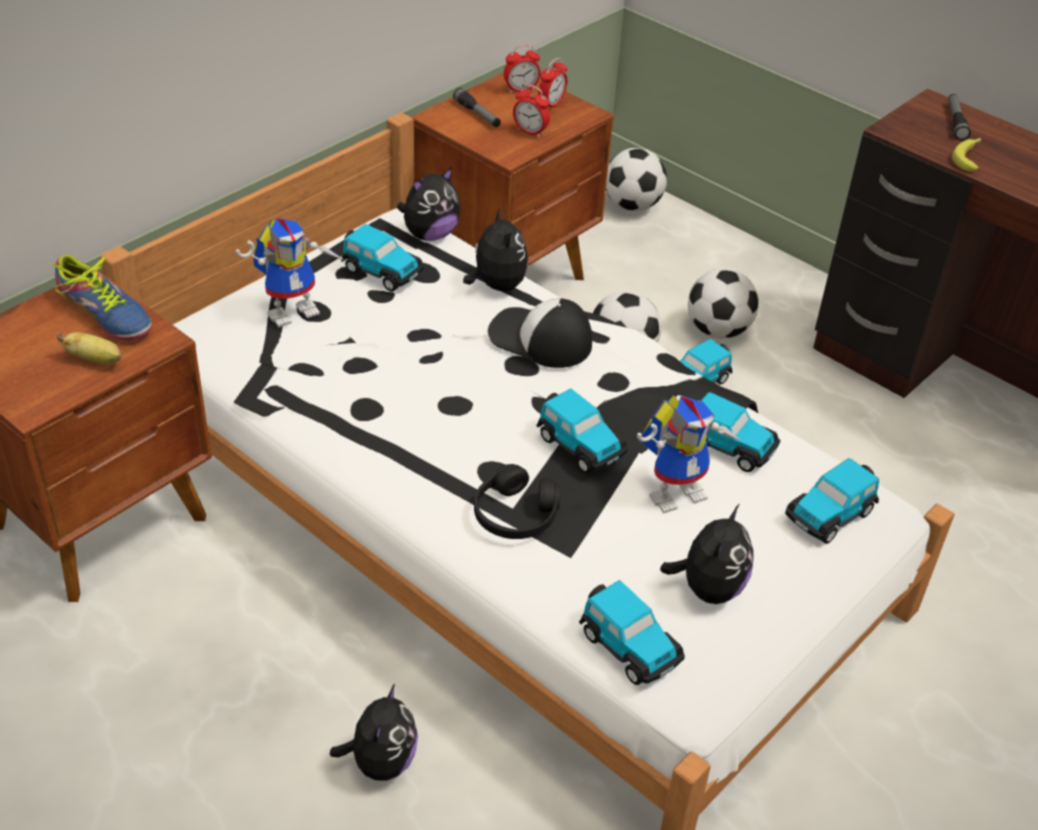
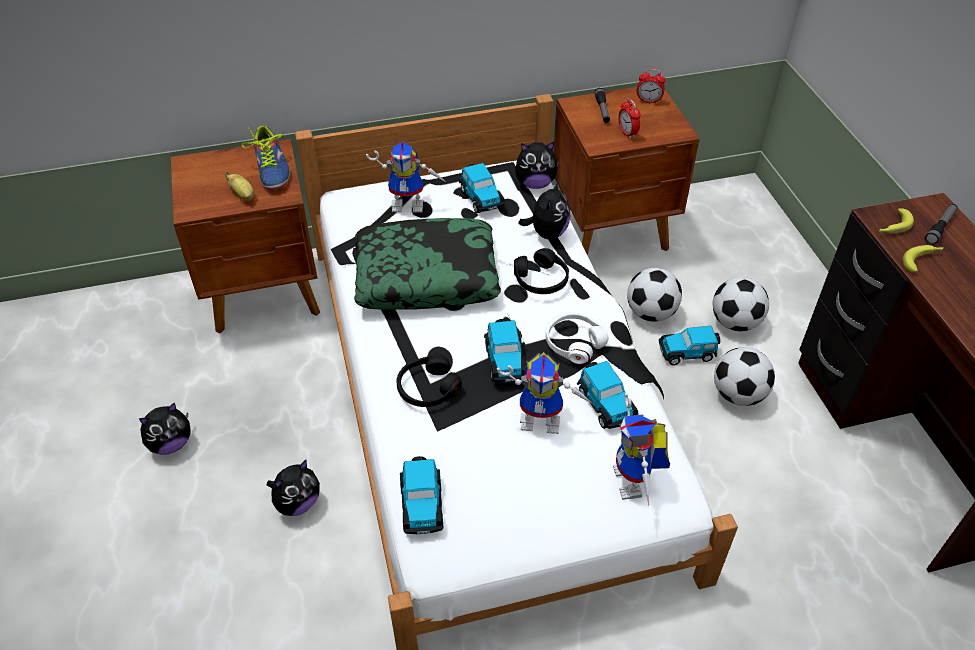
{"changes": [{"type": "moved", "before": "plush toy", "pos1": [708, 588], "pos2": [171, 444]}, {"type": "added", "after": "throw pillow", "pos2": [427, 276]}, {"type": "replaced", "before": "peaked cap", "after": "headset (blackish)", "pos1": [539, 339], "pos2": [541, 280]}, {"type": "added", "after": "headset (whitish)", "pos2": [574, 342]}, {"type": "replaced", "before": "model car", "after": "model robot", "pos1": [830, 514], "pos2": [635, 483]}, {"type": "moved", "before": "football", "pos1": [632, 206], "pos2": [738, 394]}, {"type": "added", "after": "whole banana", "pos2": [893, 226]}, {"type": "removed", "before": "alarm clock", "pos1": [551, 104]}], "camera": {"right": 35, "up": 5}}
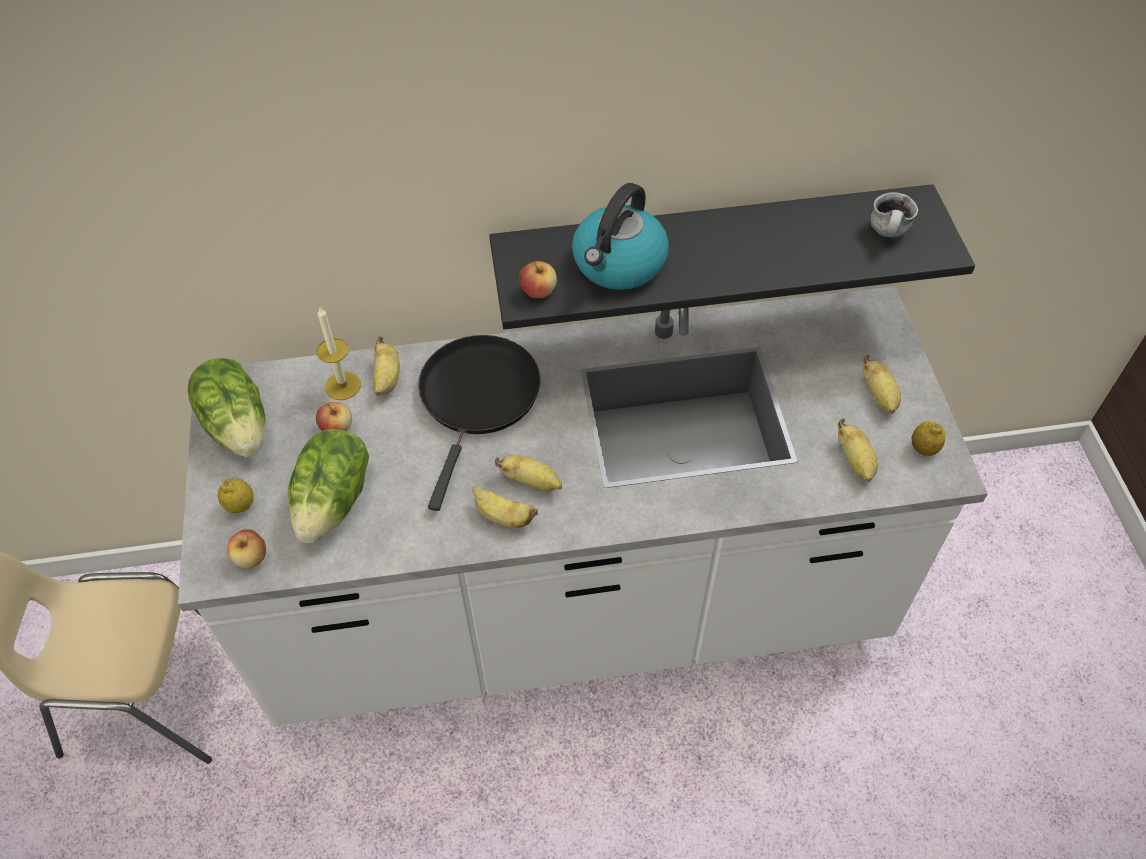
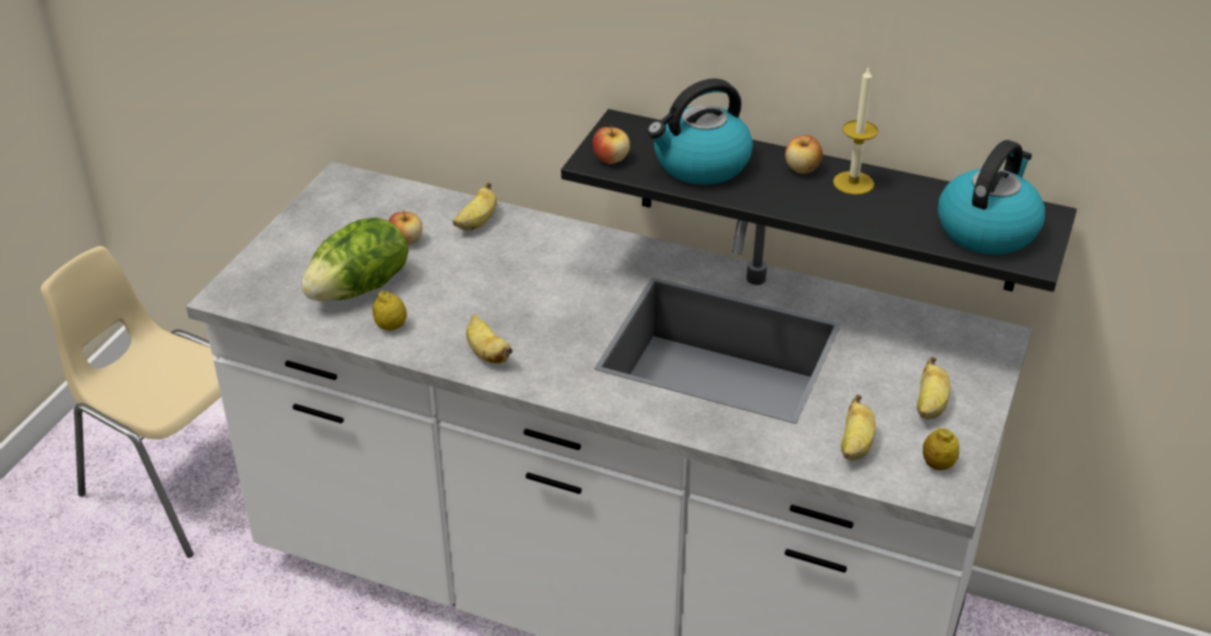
{"changes": [{"type": "moved", "before": "citrus fruit", "pos1": [240, 505], "pos2": [391, 327]}, {"type": "moved", "before": "apple", "pos1": [251, 558], "pos2": [802, 169]}, {"type": "moved", "before": "candle", "pos1": [342, 386], "pos2": [853, 183]}, {"type": "replaced", "before": "coffee mug", "after": "water kettle", "pos1": [889, 234], "pos2": [987, 229]}, {"type": "removed", "before": "head of lettuce", "pos1": [239, 425]}, {"type": "removed", "before": "frying pan (blackish)", "pos1": [478, 398]}, {"type": "removed", "before": "whole banana", "pos1": [532, 482]}], "camera": {"right": 30, "up": -15}}
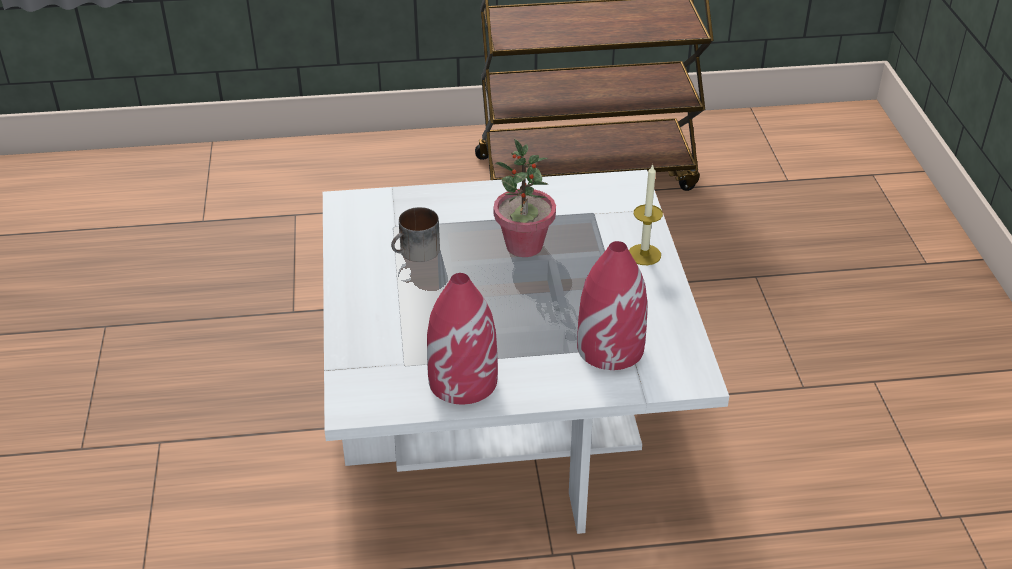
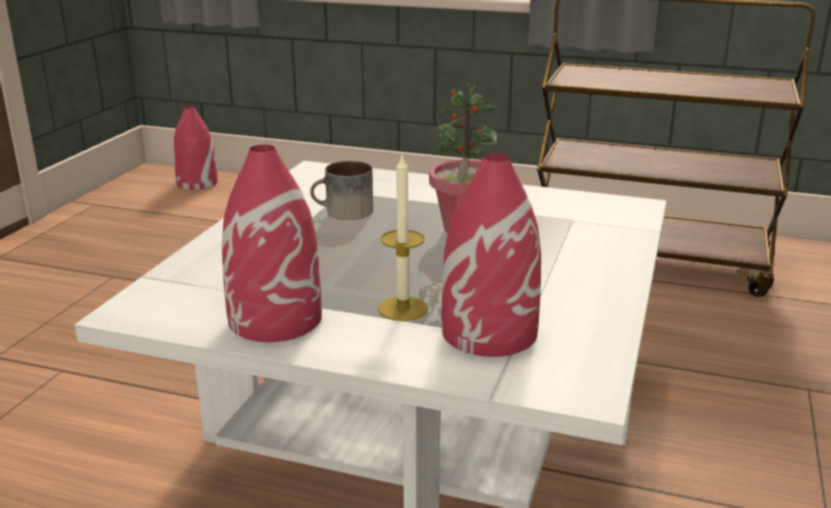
{"changes": [{"type": "added", "after": "decorative vase (red-coloured)", "pos2": [197, 183]}, {"type": "moved", "before": "candle", "pos1": [644, 254], "pos2": [403, 308]}], "camera": {"right": 25, "up": -15}}
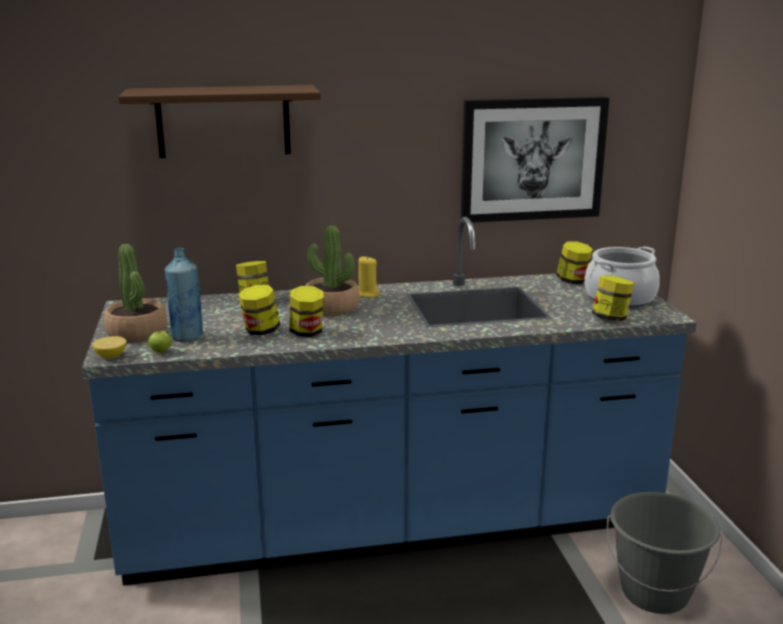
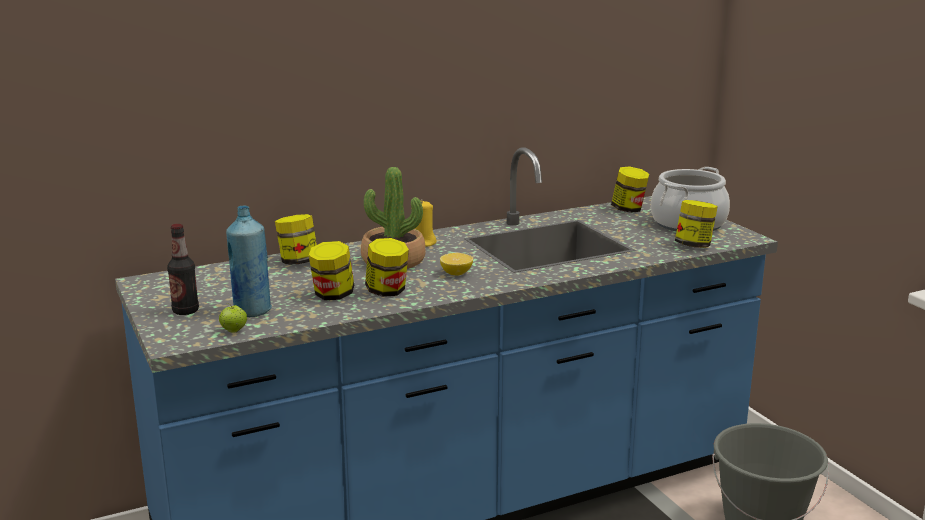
{"changes": [{"type": "replaced", "before": "houseplant", "after": "beverage bottle", "pos1": [137, 332], "pos2": [185, 311]}, {"type": "moved", "before": "citrus fruit", "pos1": [111, 356], "pos2": [456, 273]}, {"type": "removed", "before": "bracket shelf (brown)", "pos1": [223, 121]}, {"type": "removed", "before": "wall picture", "pos1": [532, 159]}], "camera": {"right": -15, "up": 0}}
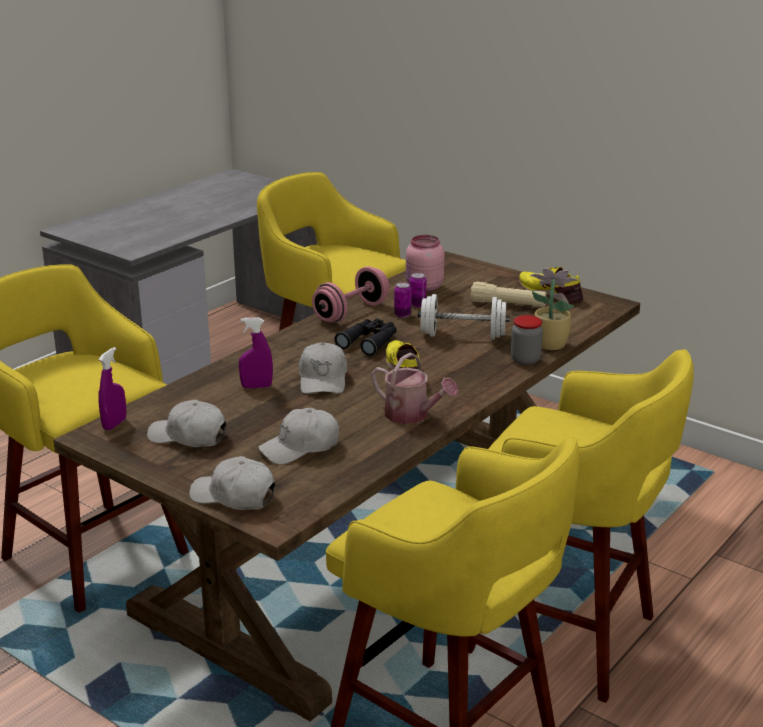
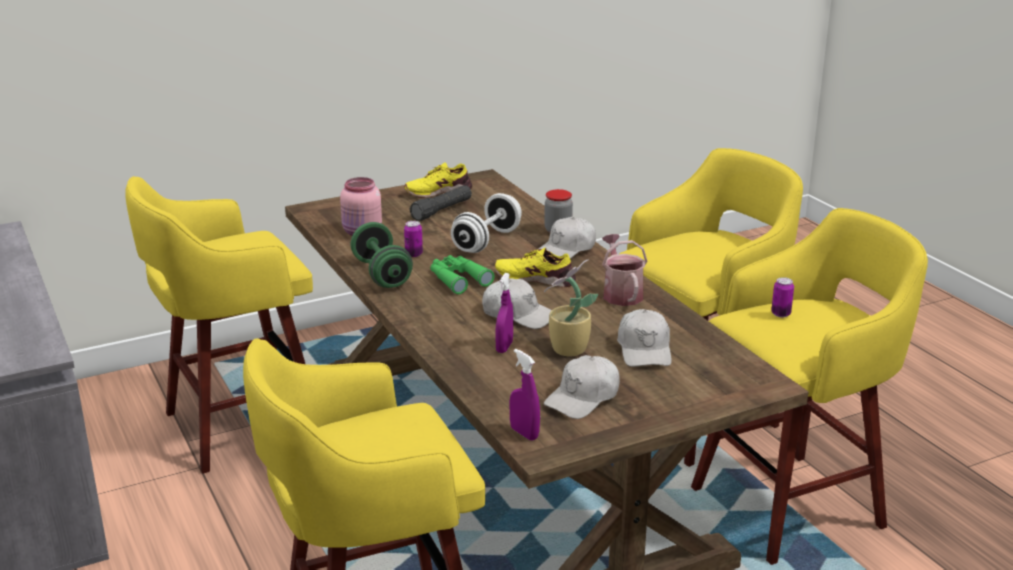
{"changes": [{"type": "recoloured", "before": "dumbbell (pink-coloured)", "after": "dumbbell (greenish)", "pos1": [351, 312], "pos2": [382, 274]}, {"type": "recoloured", "before": "torch (sand-coloured)", "after": "torch (blackish)", "pos1": [508, 304], "pos2": [442, 211]}, {"type": "recoloured", "before": "field glasses (blackish)", "after": "field glasses (greenish)", "pos1": [369, 342], "pos2": [458, 279]}, {"type": "moved", "before": "peaked cap (whitish)", "pos1": [234, 496], "pos2": [566, 250]}, {"type": "moved", "before": "houseplant", "pos1": [549, 344], "pos2": [567, 350]}, {"type": "turned", "before": "watering can", "pos1": [412, 415], "pos2": [621, 293], "turn": -75}, {"type": "moved", "before": "can", "pos1": [417, 305], "pos2": [780, 314]}], "camera": {"right": -65, "up": 0}}
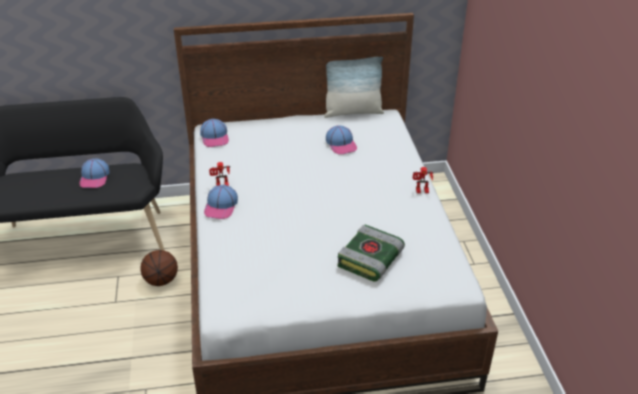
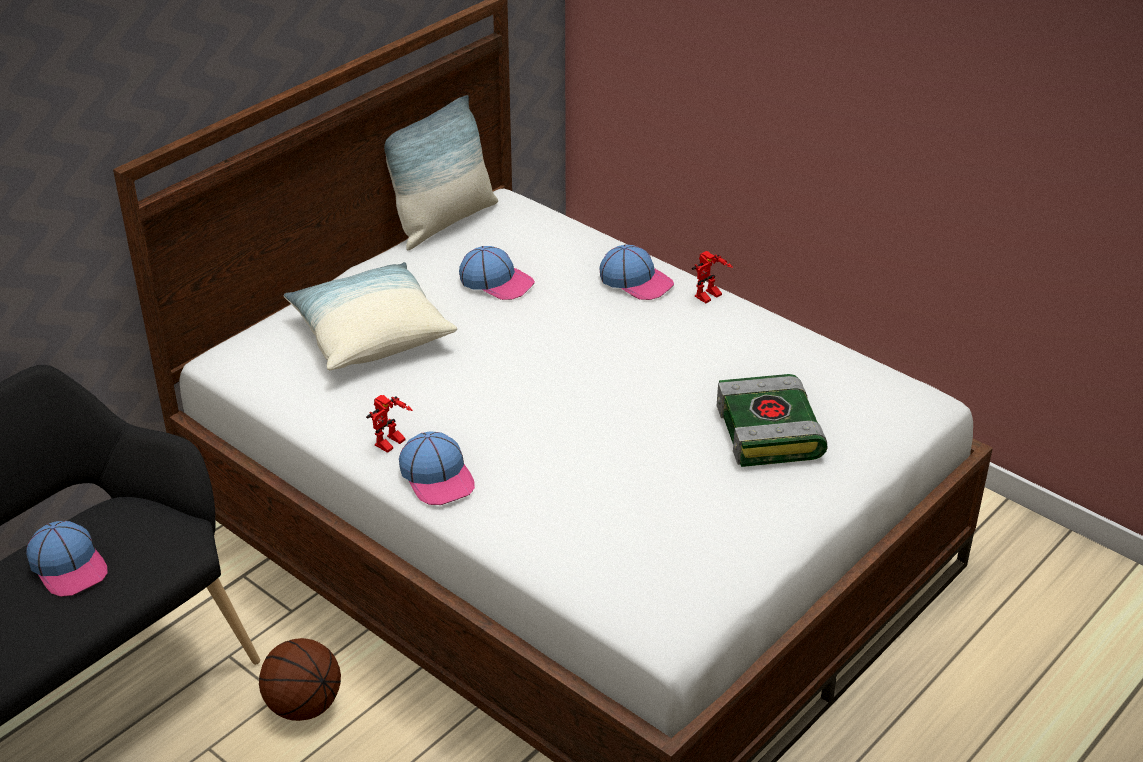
{"changes": [{"type": "added", "after": "throw pillow", "pos2": [370, 334]}, {"type": "moved", "before": "peaked cap", "pos1": [215, 137], "pos2": [636, 281]}], "camera": {"right": -40, "up": 0}}
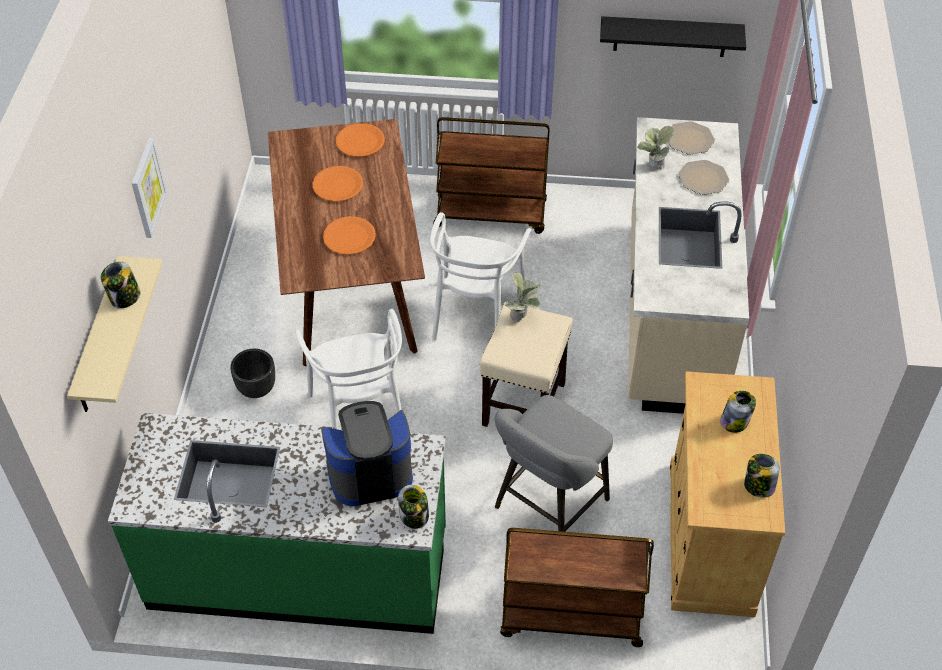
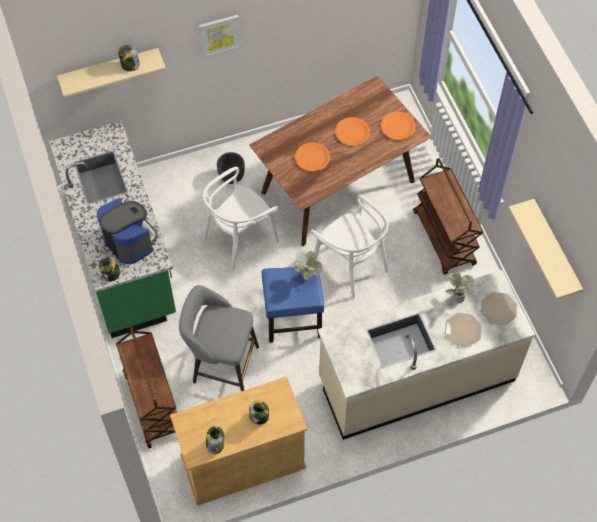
{"changes": [{"type": "recoloured", "before": "sitting stool (sand-coloured)", "after": "sitting stool (bluish)", "pos1": [523, 405], "pos2": [292, 321]}, {"type": "turned", "before": "plain chair (whitish)", "pos1": [475, 314], "pos2": [350, 265], "turn": -120}, {"type": "recoloured", "before": "bracket shelf (blackish)", "after": "bracket shelf (sand-coloured)", "pos1": [670, 36], "pos2": [555, 250]}], "camera": {"right": 65, "up": 10}}
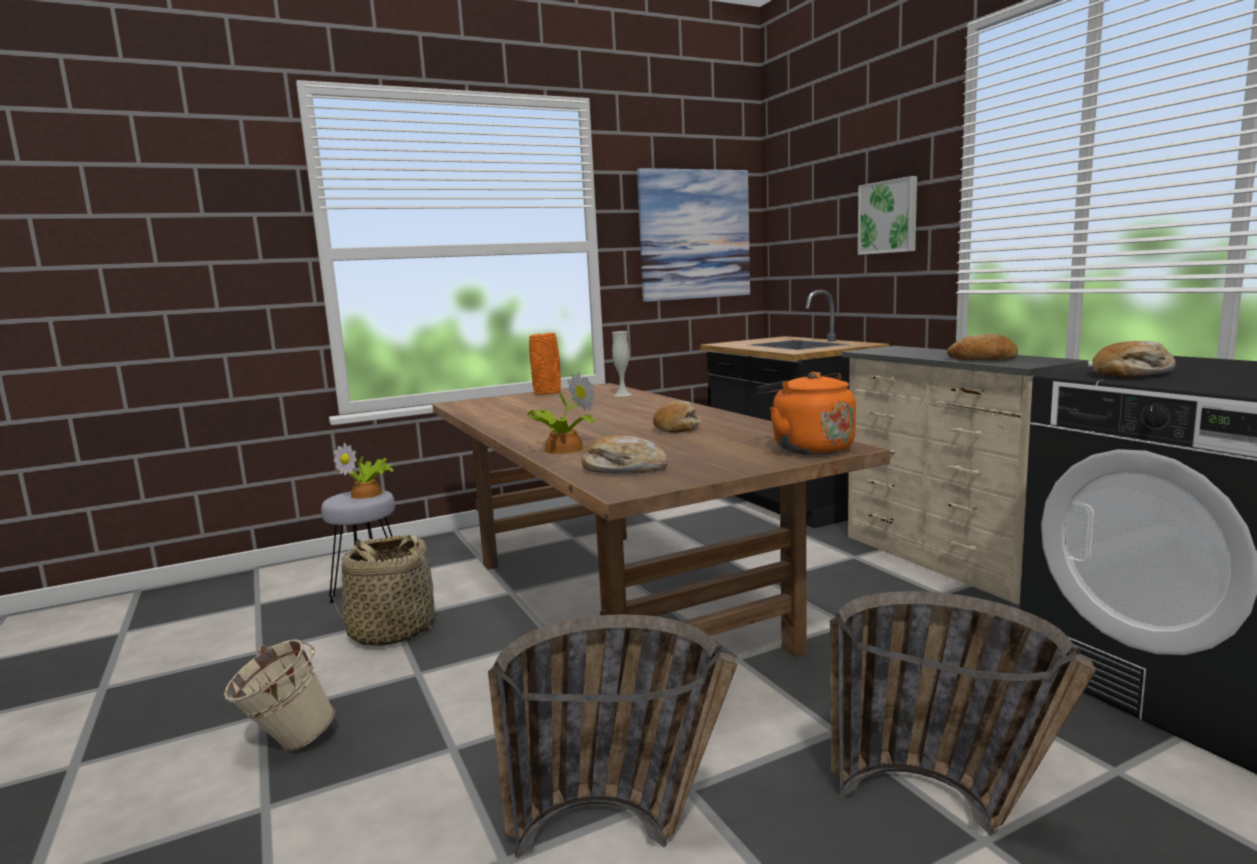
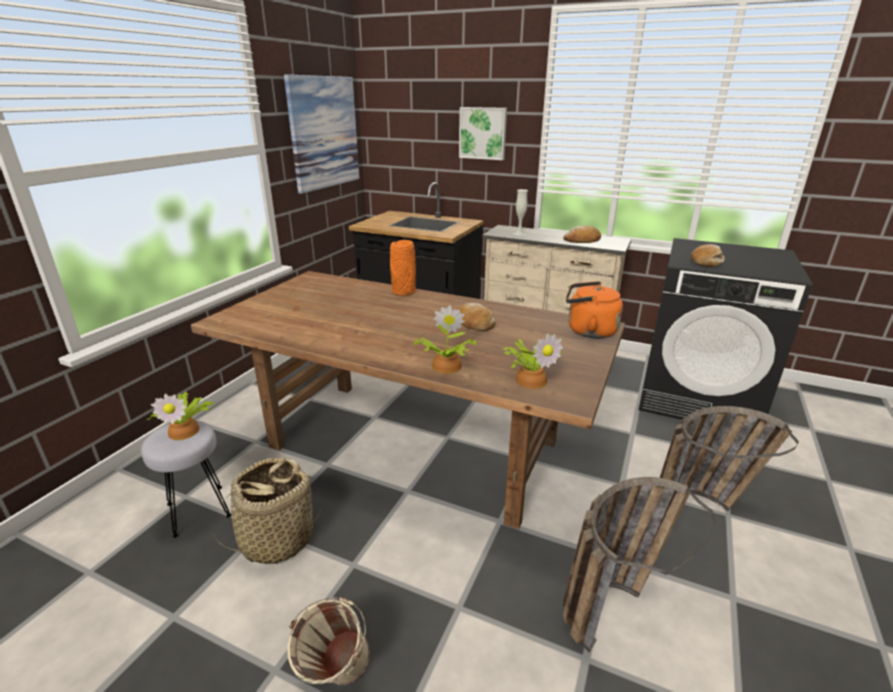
{"changes": [{"type": "moved", "before": "decorative vase (orangey)", "pos1": [547, 393], "pos2": [403, 291]}, {"type": "replaced", "before": "bread", "after": "houseplant", "pos1": [624, 469], "pos2": [531, 379]}, {"type": "moved", "before": "decorative vase (whitish)", "pos1": [622, 395], "pos2": [519, 234]}], "camera": {"right": -40, "up": 15}}
